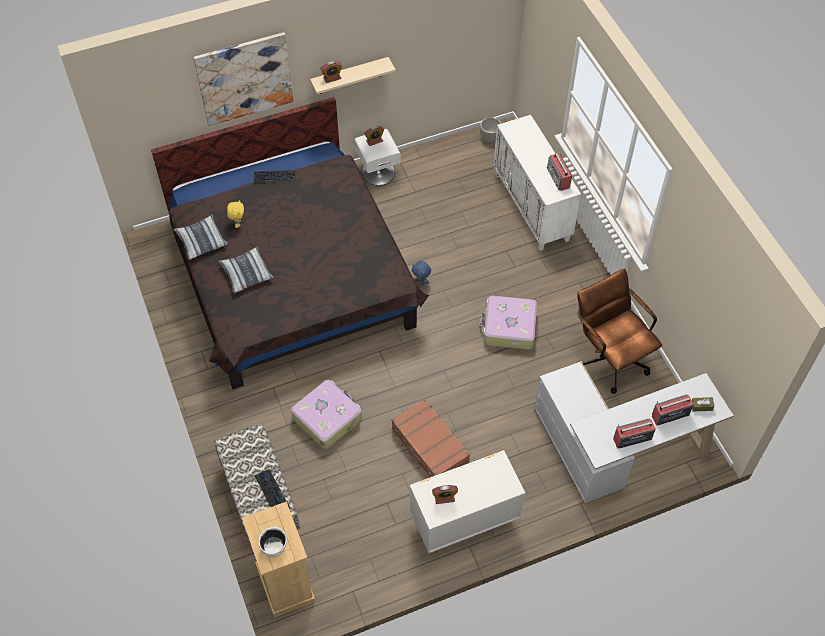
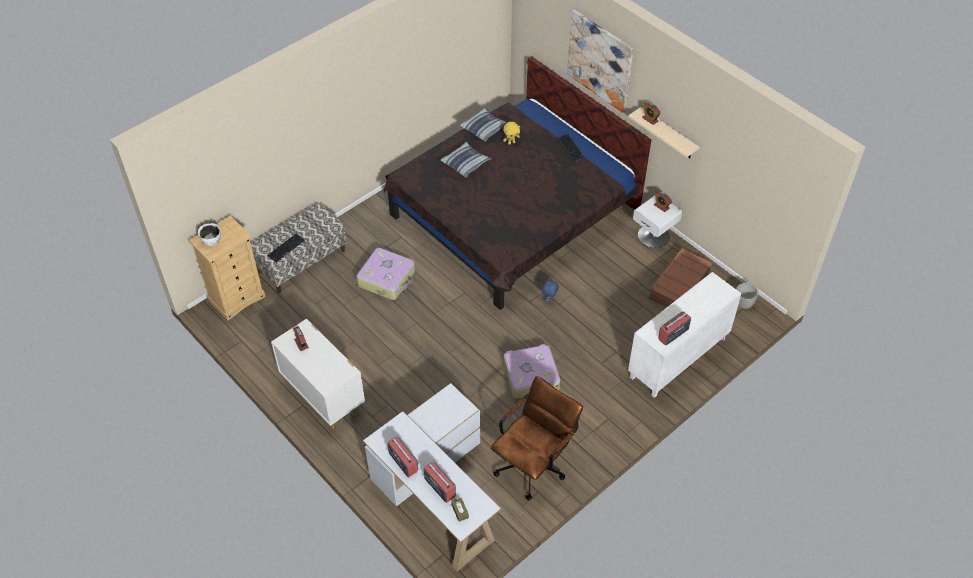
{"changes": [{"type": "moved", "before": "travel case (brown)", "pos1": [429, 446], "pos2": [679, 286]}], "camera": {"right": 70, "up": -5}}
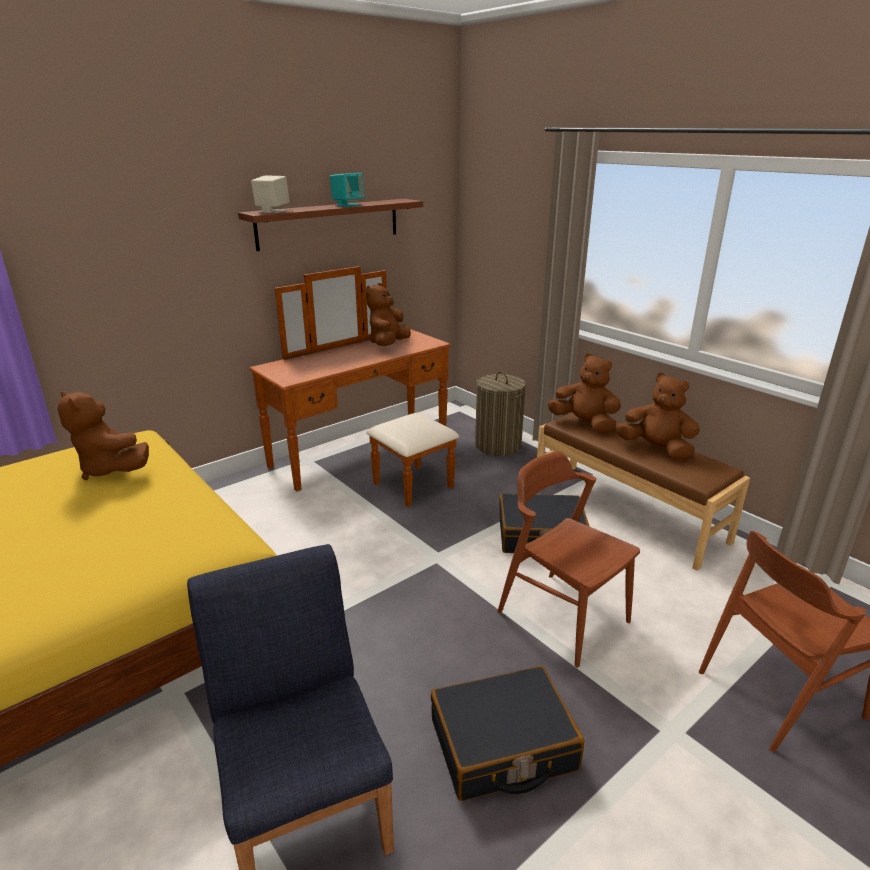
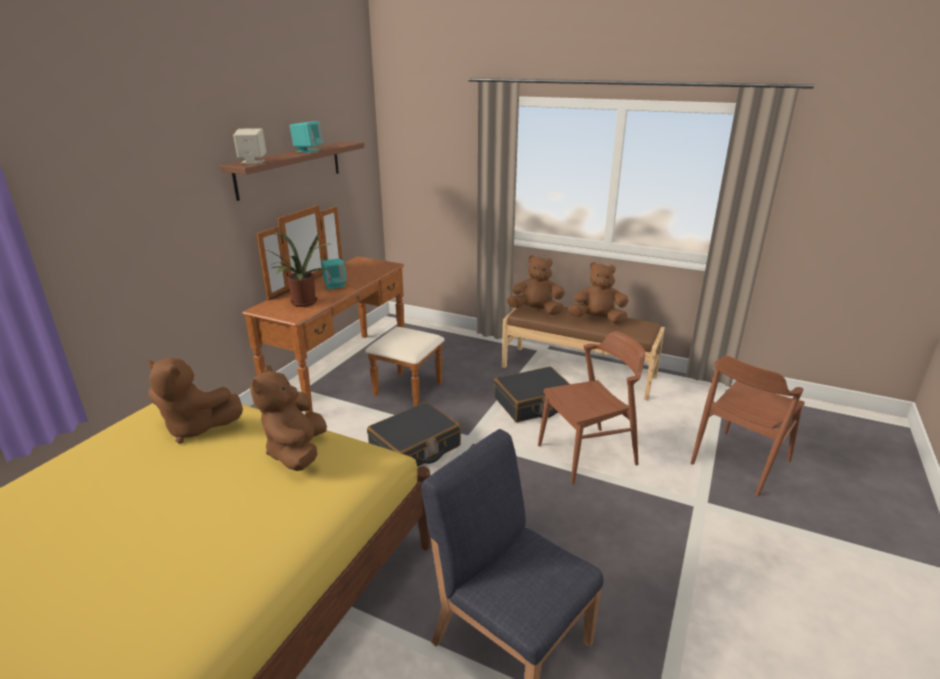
{"changes": [{"type": "moved", "before": "plush toy (brown)", "pos1": [388, 344], "pos2": [297, 452]}, {"type": "added", "after": "houseplant", "pos2": [302, 303]}, {"type": "added", "after": "audio speaker (turquoise)", "pos2": [335, 285]}, {"type": "moved", "before": "travel case (blackish)", "pos1": [502, 745], "pos2": [415, 448]}, {"type": "turned", "before": "plain chair (brown)", "pos1": [562, 616], "pos2": [587, 454], "turn": 135}, {"type": "removed", "before": "washing basket", "pos1": [497, 445]}], "camera": {"right": -25, "up": 0}}
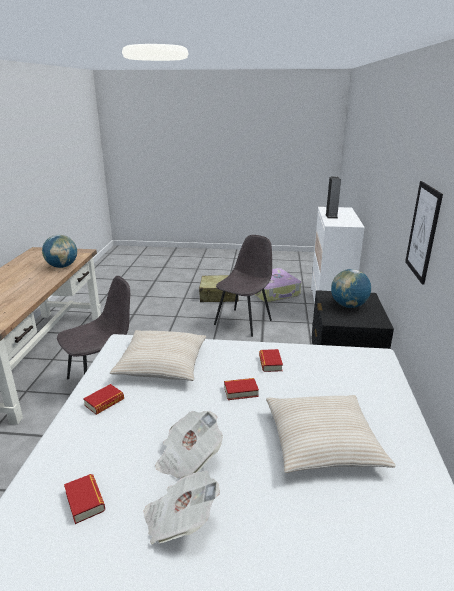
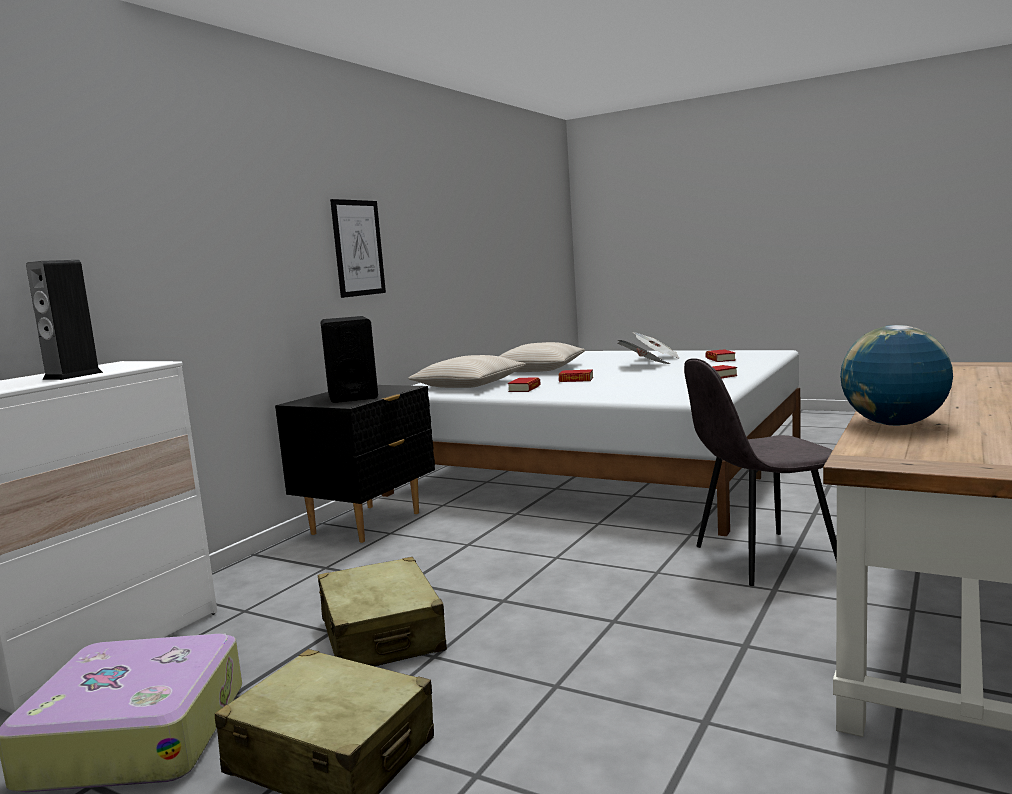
{"changes": [{"type": "replaced", "before": "plain chair (grey)", "after": "travel case (sand-coloured)", "pos1": [244, 322], "pos2": [382, 635]}, {"type": "replaced", "before": "globe", "after": "audio speaker (blackish)", "pos1": [348, 305], "pos2": [352, 396]}, {"type": "moved", "before": "throw pillow (sand-coloured)", "pos1": [162, 364], "pos2": [468, 384]}], "camera": {"right": -155, "up": -15}}
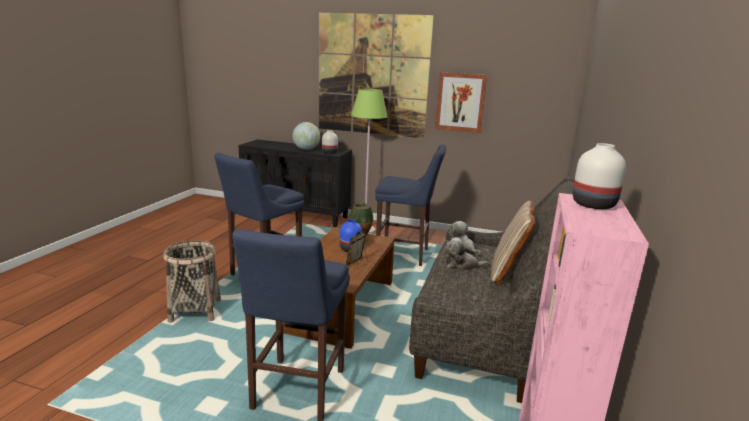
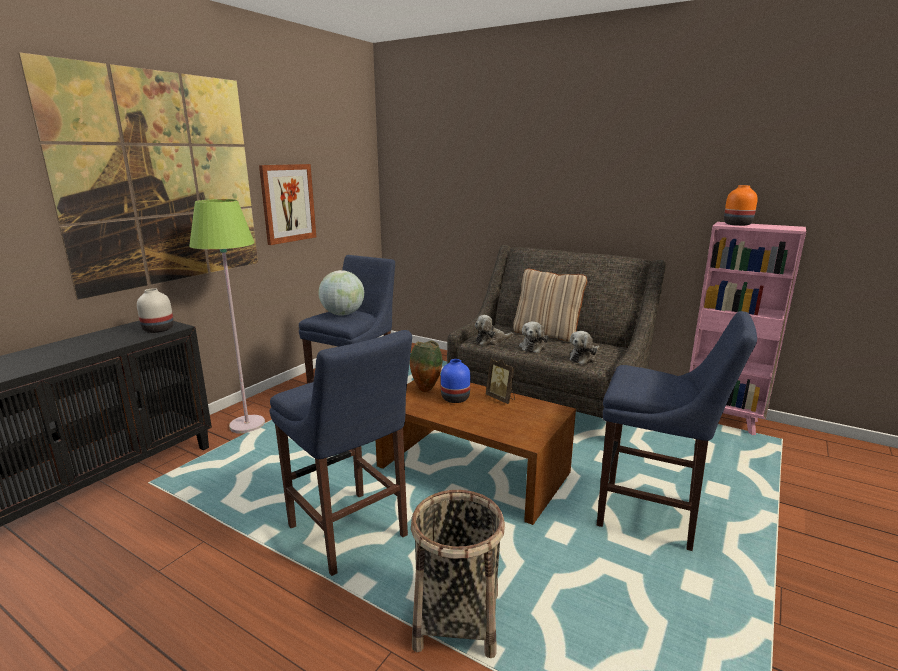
{"changes": [{"type": "moved", "before": "globe", "pos1": [306, 149], "pos2": [342, 314]}, {"type": "added", "after": "plush toy", "pos2": [584, 358]}, {"type": "recoloured", "before": "decorative vase (whitish)", "after": "decorative vase (orangey)", "pos1": [593, 205], "pos2": [738, 224]}], "camera": {"right": -75, "up": 0}}
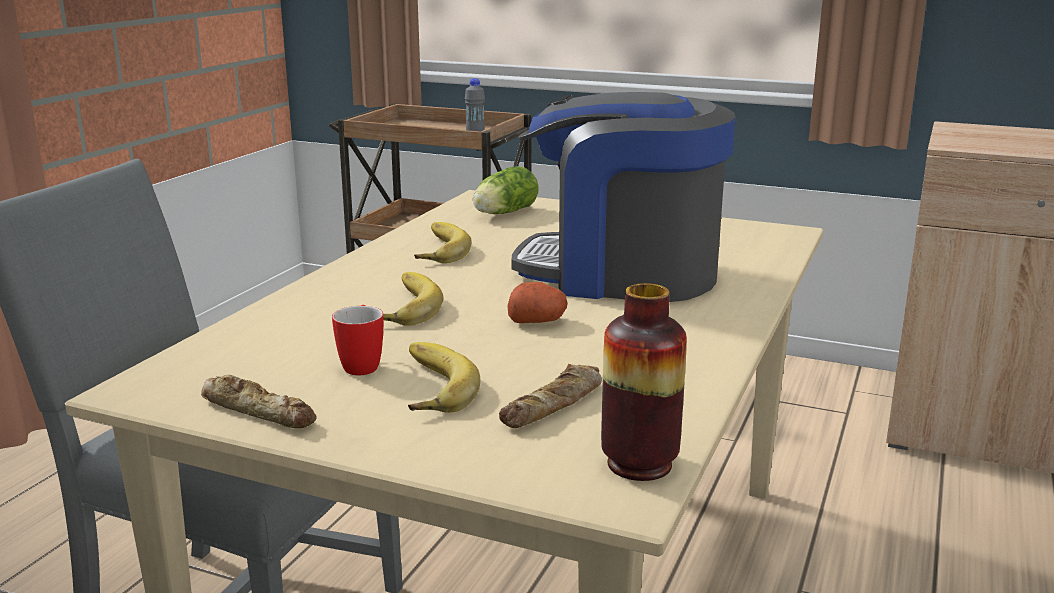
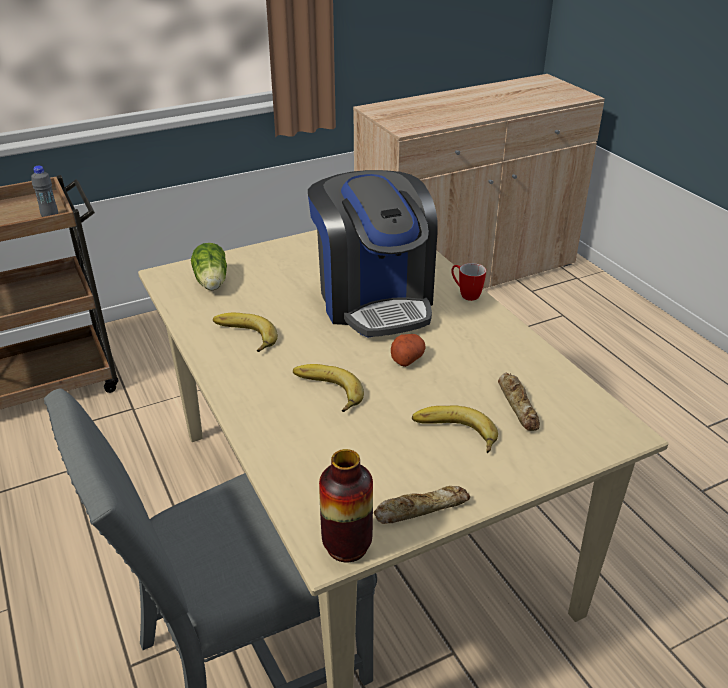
{"changes": [{"type": "turned", "before": "coffee maker", "pos1": [621, 274], "pos2": [374, 299], "turn": -75}, {"type": "moved", "before": "decorative vase", "pos1": [639, 464], "pos2": [347, 546]}, {"type": "moved", "before": "coffee mug", "pos1": [362, 364], "pos2": [465, 294]}], "camera": {"right": -50, "up": 15}}
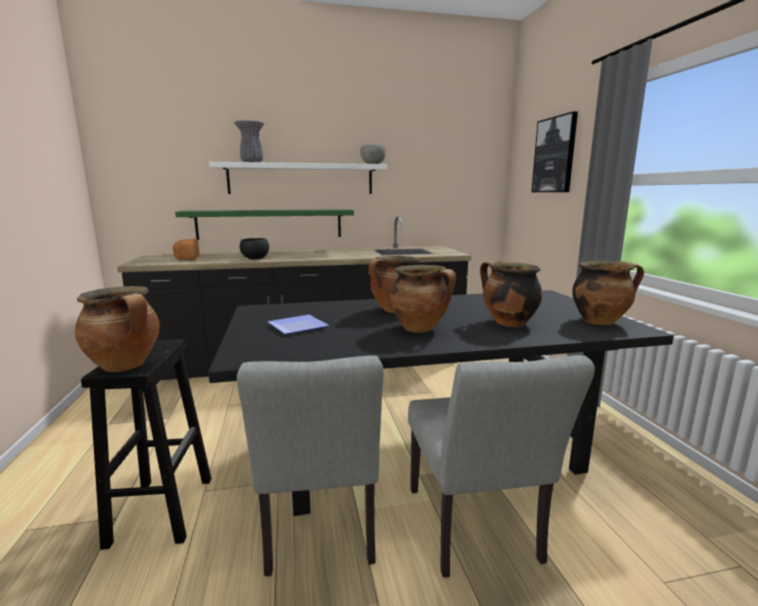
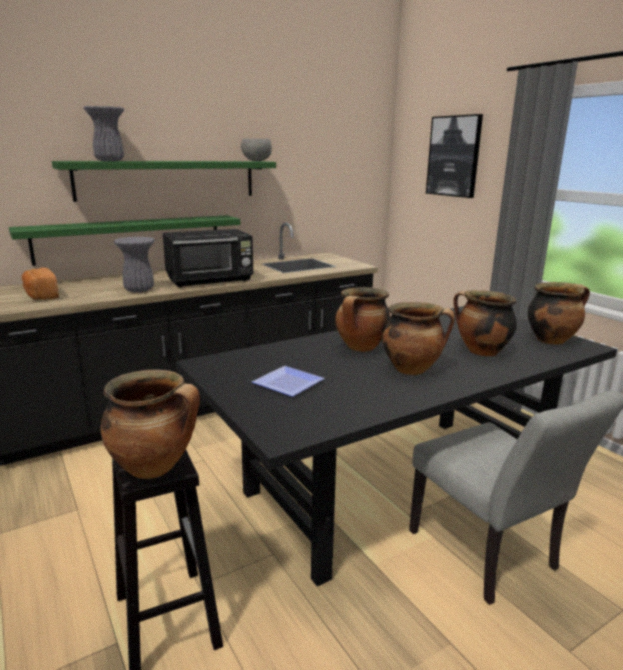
{"changes": [{"type": "recoloured", "before": "bracket shelf (whitish)", "after": "bracket shelf (greenish)", "pos1": [301, 179], "pos2": [168, 179]}, {"type": "replaced", "before": "serving bowl (blackish)", "after": "decorative vase (grey)", "pos1": [255, 259], "pos2": [139, 290]}, {"type": "added", "after": "kitchen microwave (blackish)", "pos2": [210, 280]}, {"type": "removed", "before": "plain chair (grey)", "pos1": [320, 531]}], "camera": {"right": -20, "up": 5}}
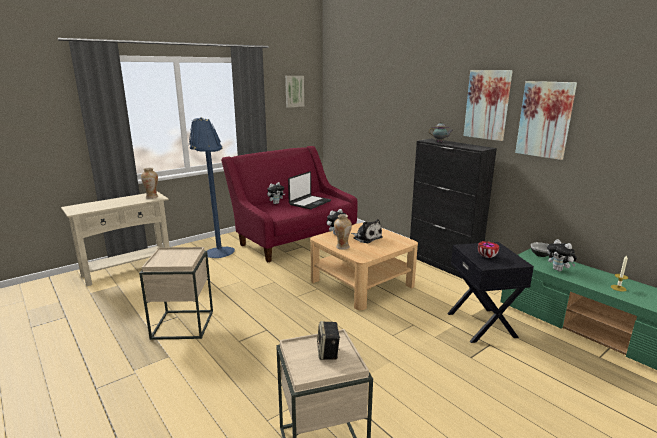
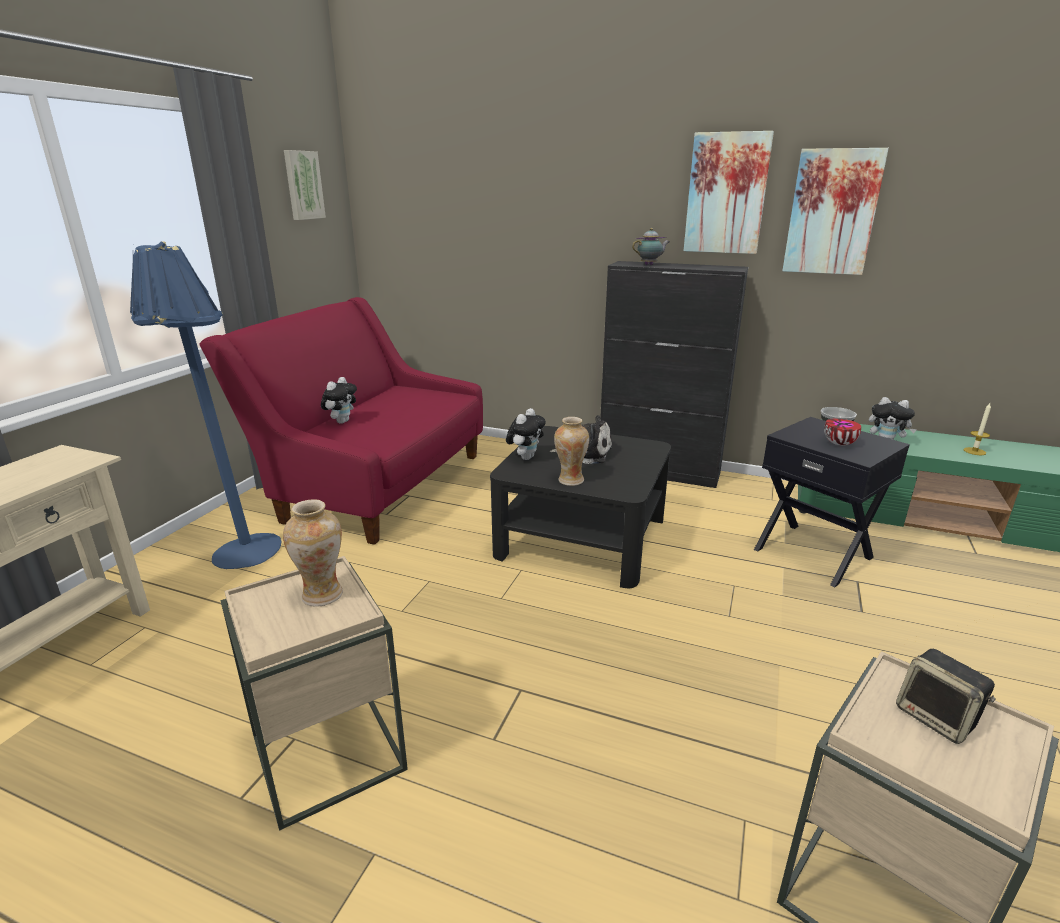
{"changes": [{"type": "moved", "before": "decorative vase", "pos1": [152, 197], "pos2": [322, 595]}, {"type": "recoloured", "before": "lounge table (sand-coloured)", "after": "lounge table (blackish)", "pos1": [362, 283], "pos2": [581, 536]}, {"type": "removed", "before": "laptop", "pos1": [309, 203]}], "camera": {"right": -30, "up": 5}}
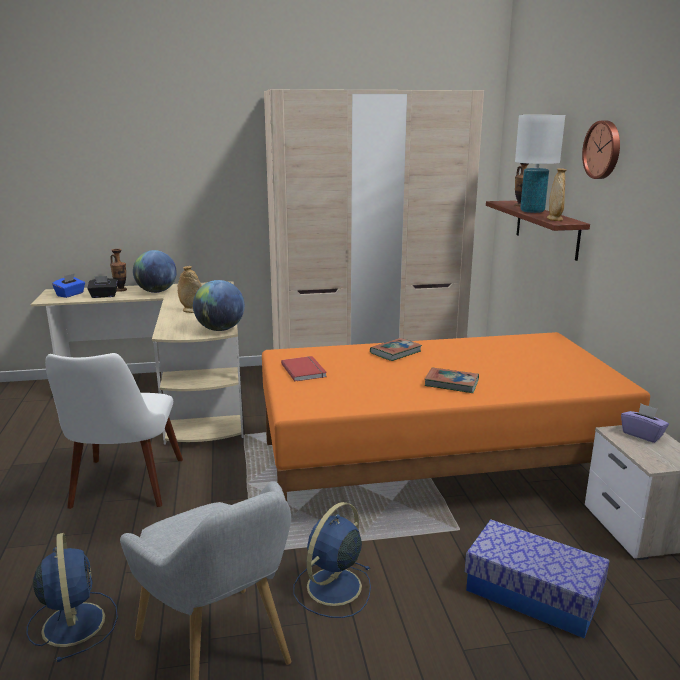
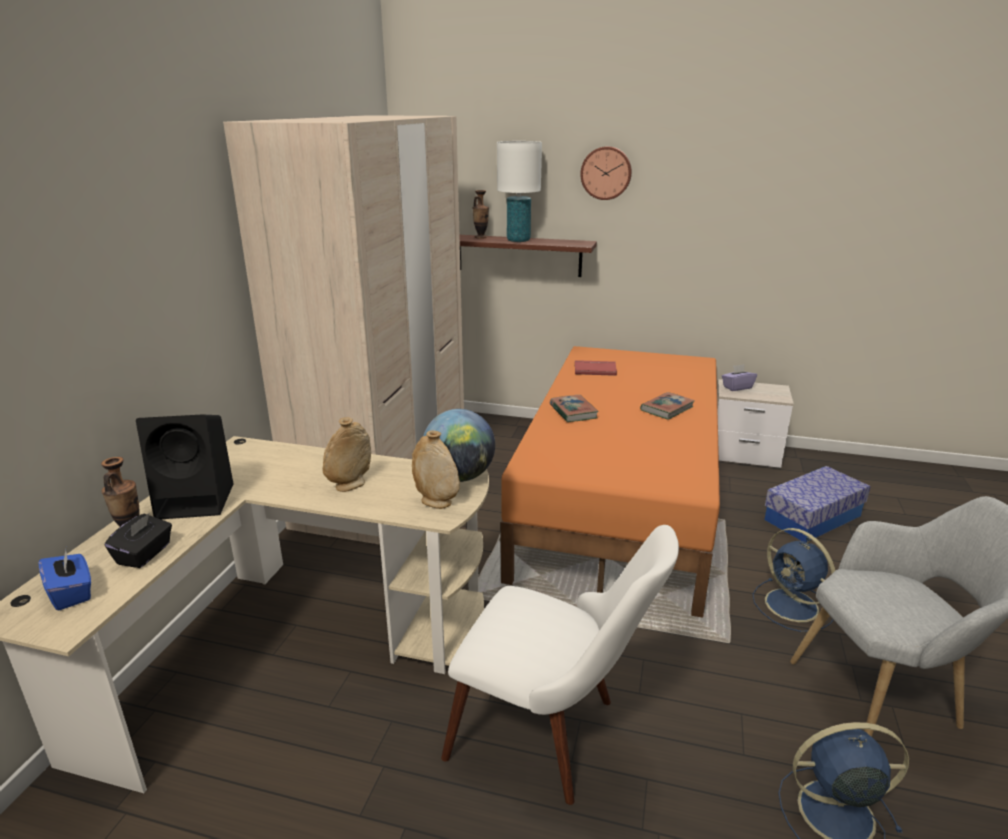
{"changes": [{"type": "replaced", "before": "globe", "after": "audio speaker (blackish)", "pos1": [156, 291], "pos2": [198, 500]}, {"type": "moved", "before": "decorative vase (sand-coloured)", "pos1": [554, 219], "pos2": [436, 502]}, {"type": "moved", "before": "bound book (red-coloured)", "pos1": [305, 370], "pos2": [594, 369]}], "camera": {"right": -65, "up": 5}}
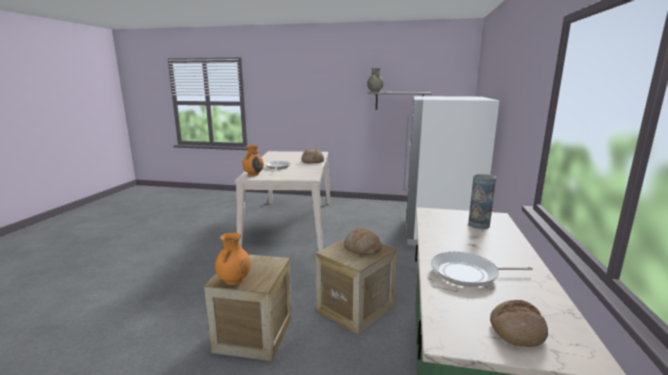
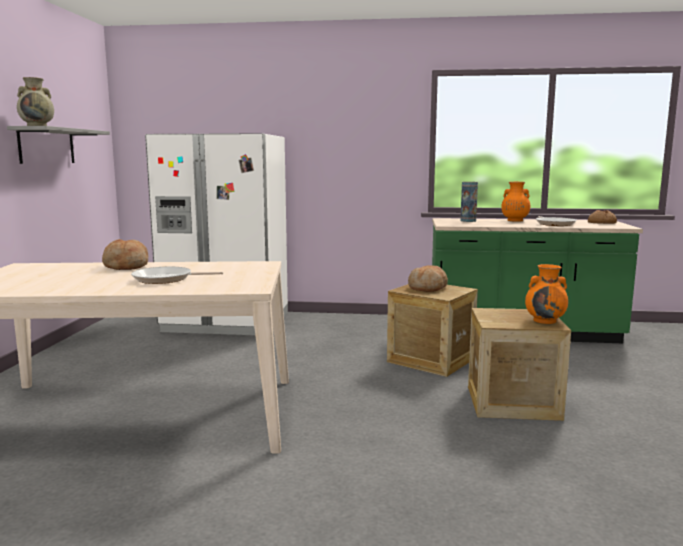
{"changes": [{"type": "moved", "before": "decorative vase (orangey)", "pos1": [253, 174], "pos2": [514, 220]}], "camera": {"right": -95, "up": -5}}
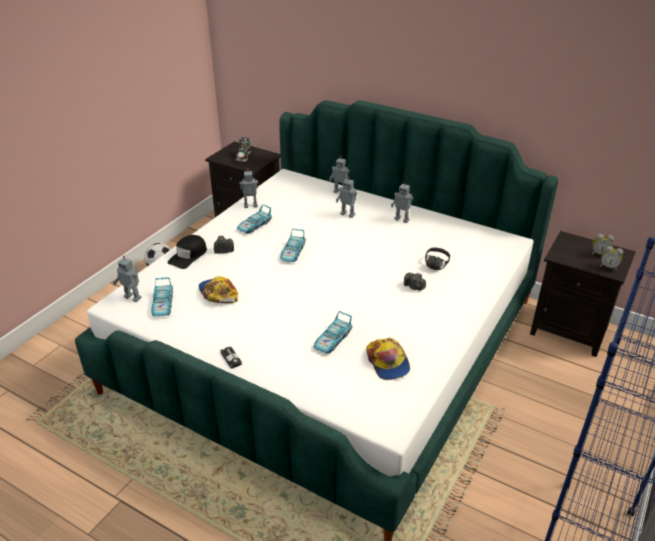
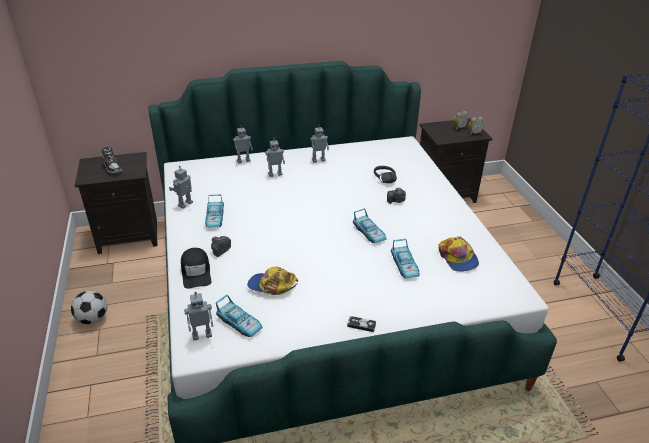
{"changes": [{"type": "moved", "before": "model car", "pos1": [292, 252], "pos2": [369, 233]}, {"type": "turned", "before": "peaked cap", "pos1": [388, 362], "pos2": [458, 258], "turn": 45}], "camera": {"right": -45, "up": 0}}
